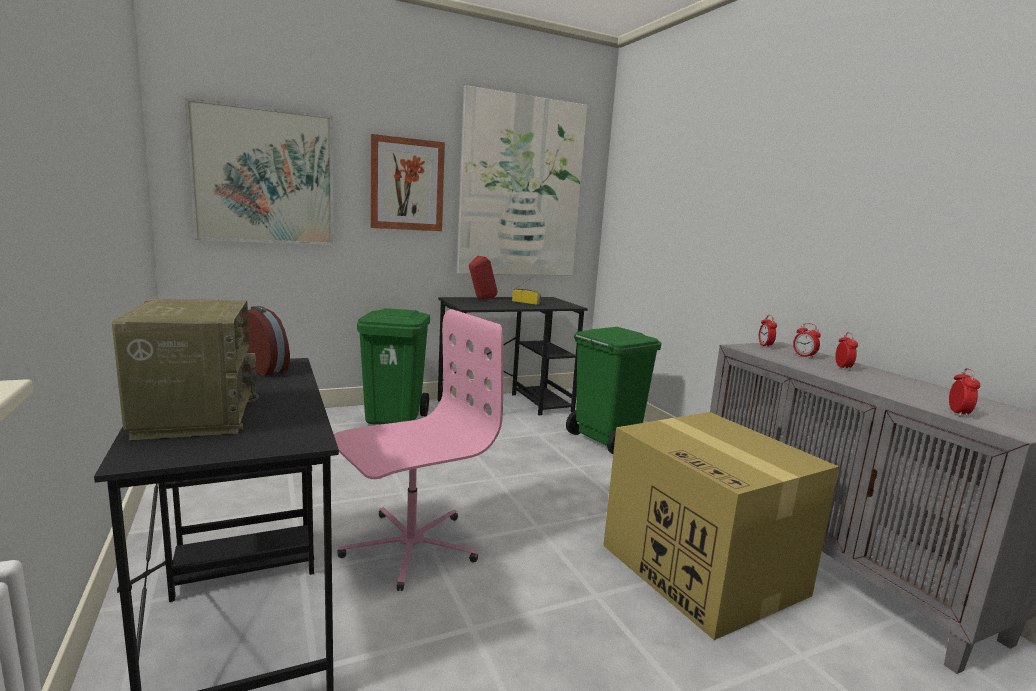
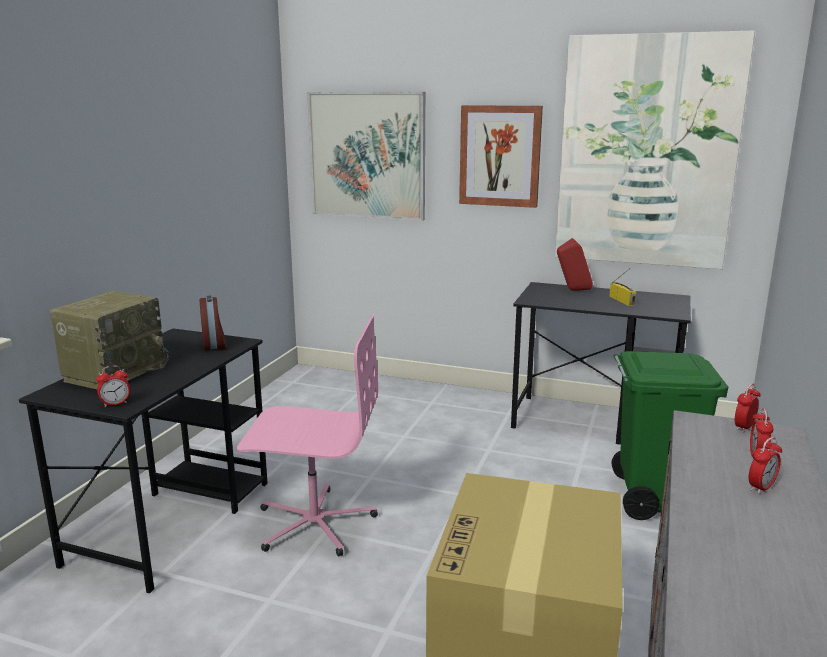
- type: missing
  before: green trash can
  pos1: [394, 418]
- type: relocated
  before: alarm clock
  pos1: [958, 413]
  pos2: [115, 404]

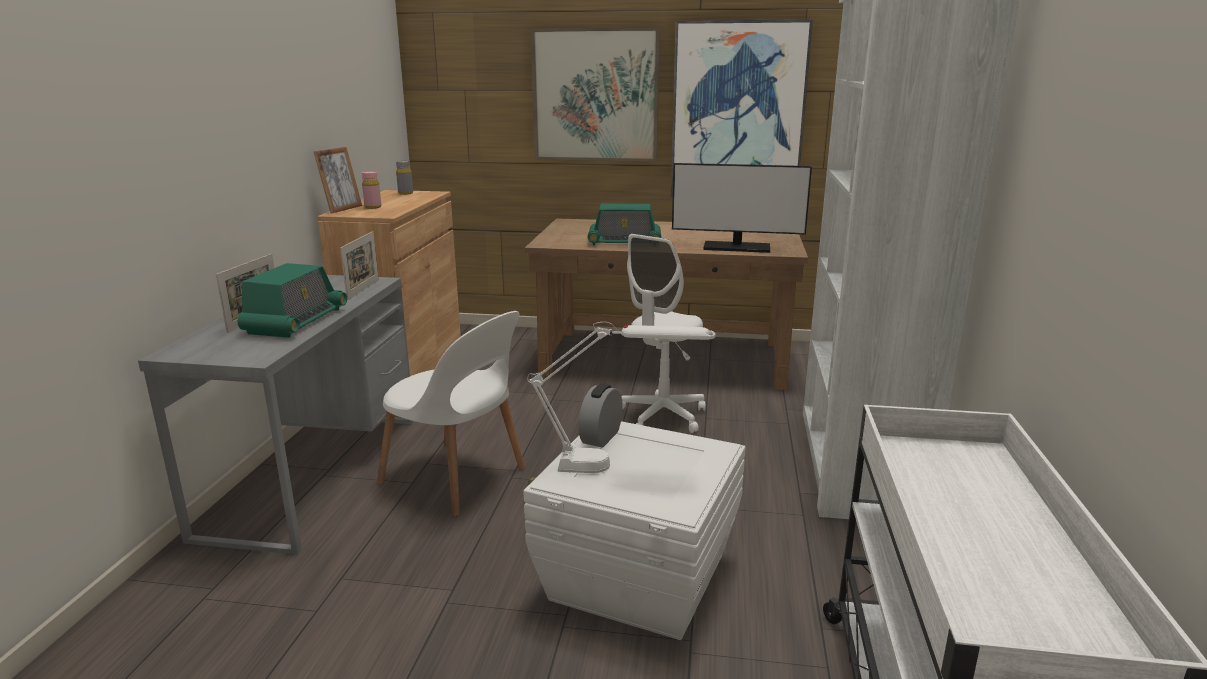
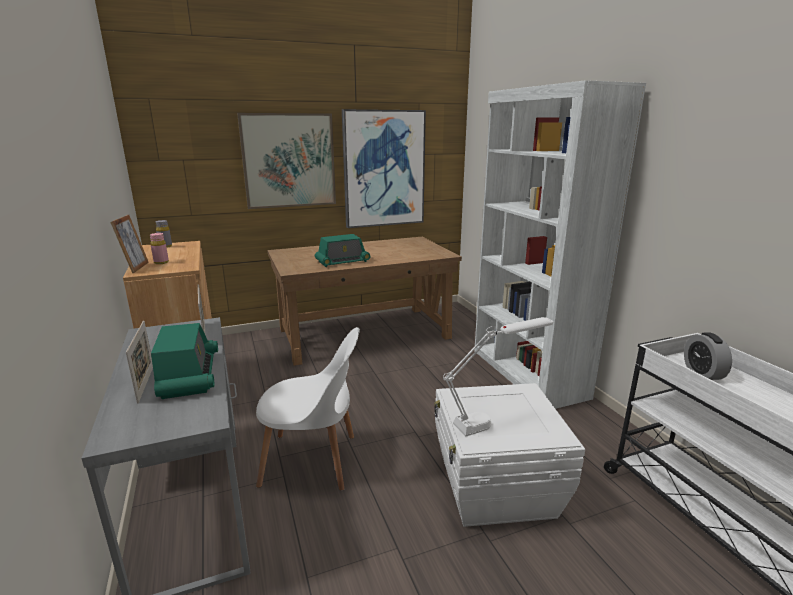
- type: missing
  before: white office chair
  pos1: [662, 416]
- type: missing
  before: monitor
  pos1: [736, 247]
- type: relocated
  before: alarm clock
  pos1: [601, 437]
  pos2: [703, 372]

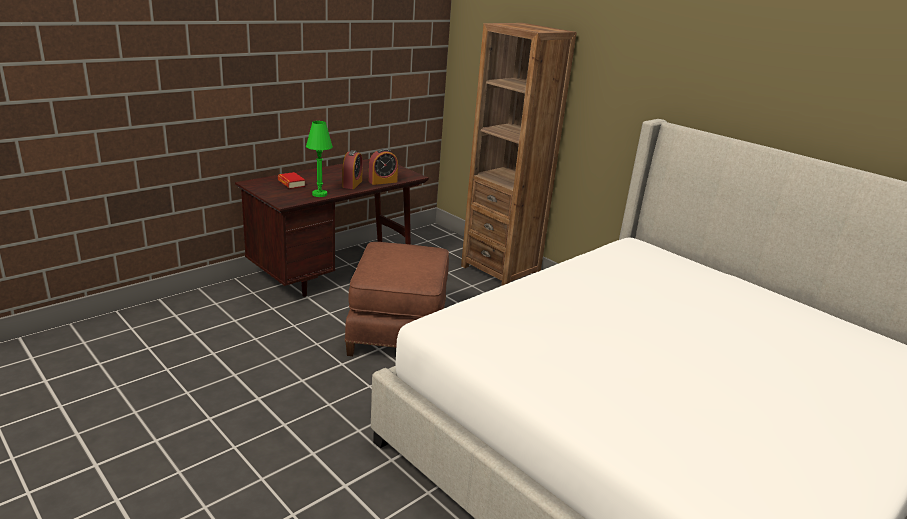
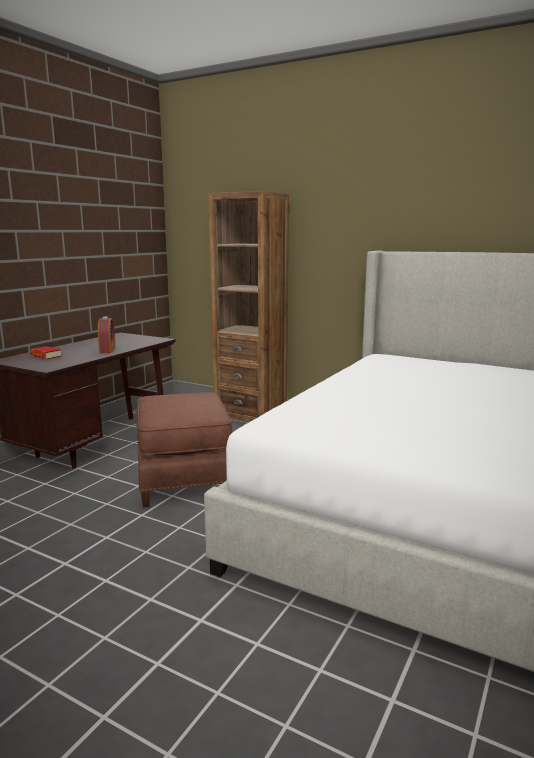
- type: missing
  before: green table lamp
  pos1: [319, 194]
- type: missing
  before: alarm clock
  pos1: [382, 181]

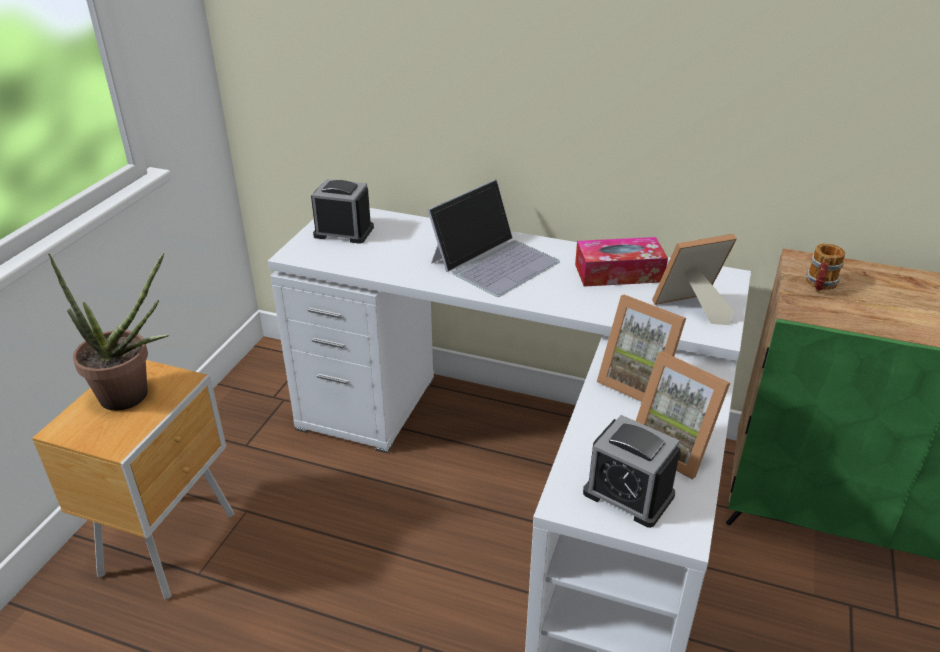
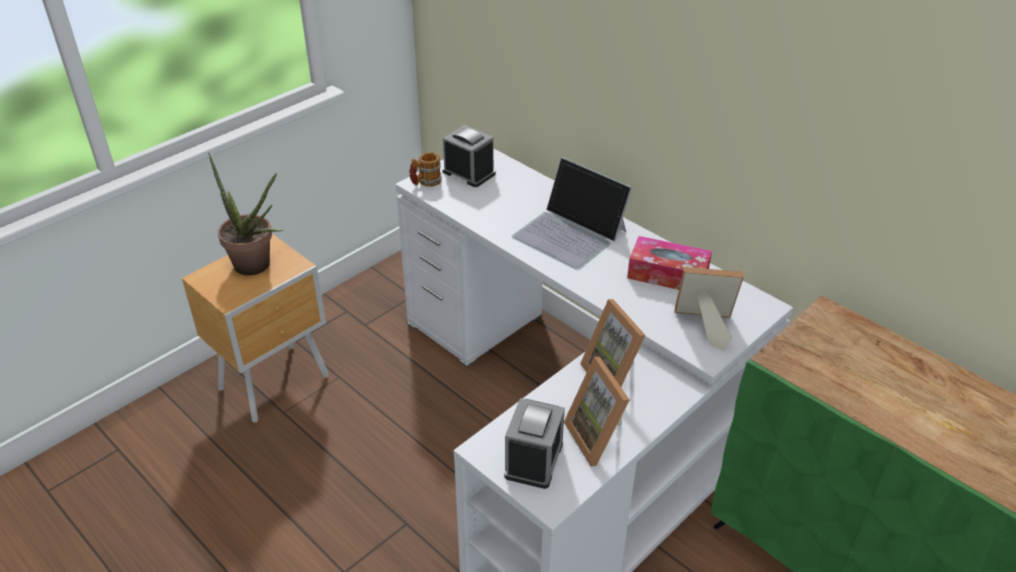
- type: relocated
  before: mug
  pos1: [820, 285]
  pos2: [425, 182]
- type: spun
  before: laptop
  pos1: [494, 261]
  pos2: [570, 233]
  turn: 60
- type: spun
  before: alarm clock
  pos1: [628, 494]
  pos2: [534, 459]
  turn: -135

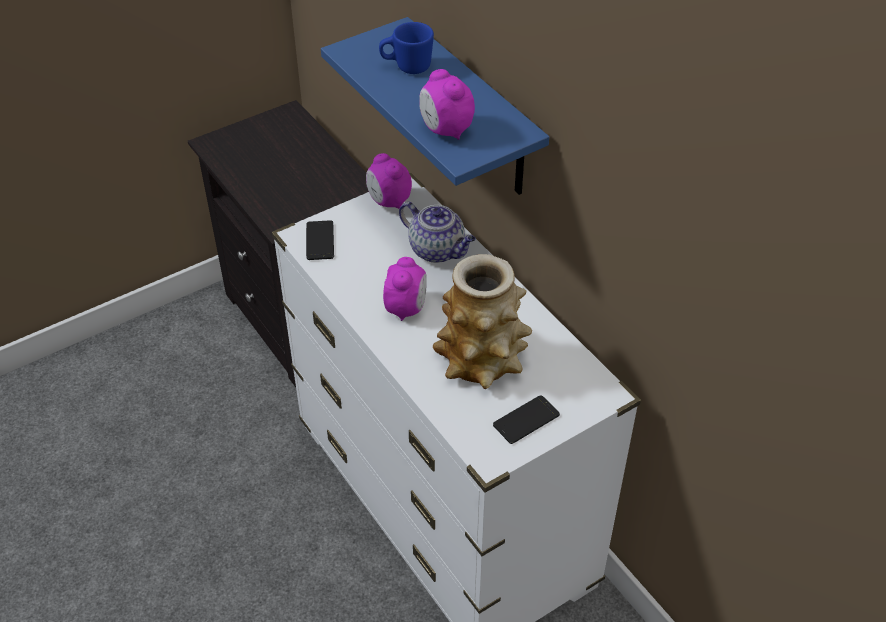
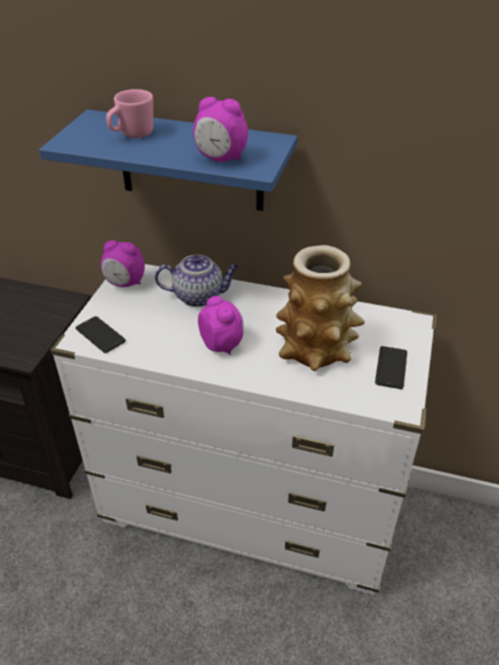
- type: colour
  before: blue mug
  after: pink mug
  pos1: [406, 67]
  pos2: [132, 135]

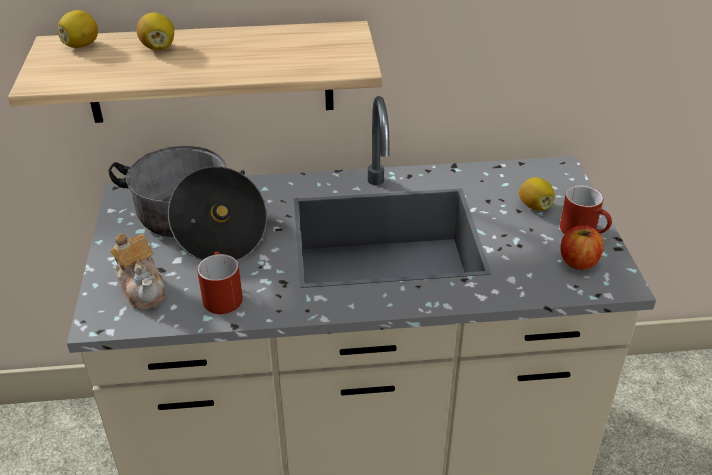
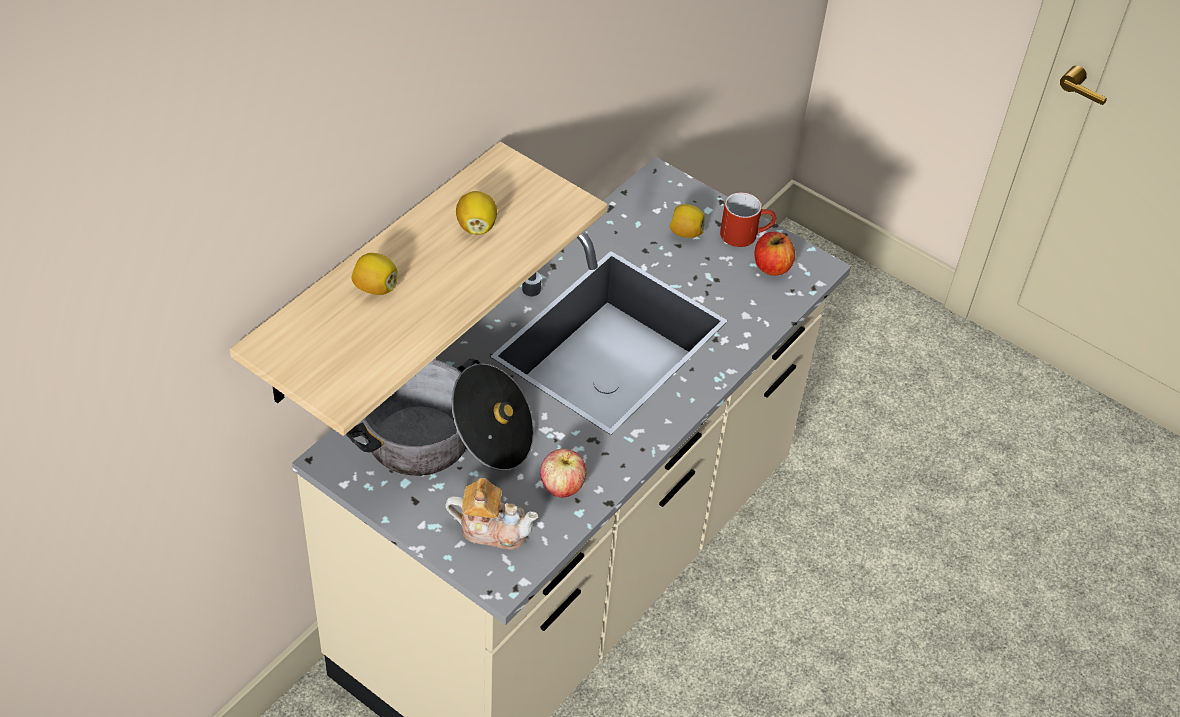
- type: relocated
  before: lemon
  pos1: [81, 45]
  pos2: [476, 226]
- type: exchanged
  before: red mug
  after: apple
  pos1: [220, 295]
  pos2: [562, 487]

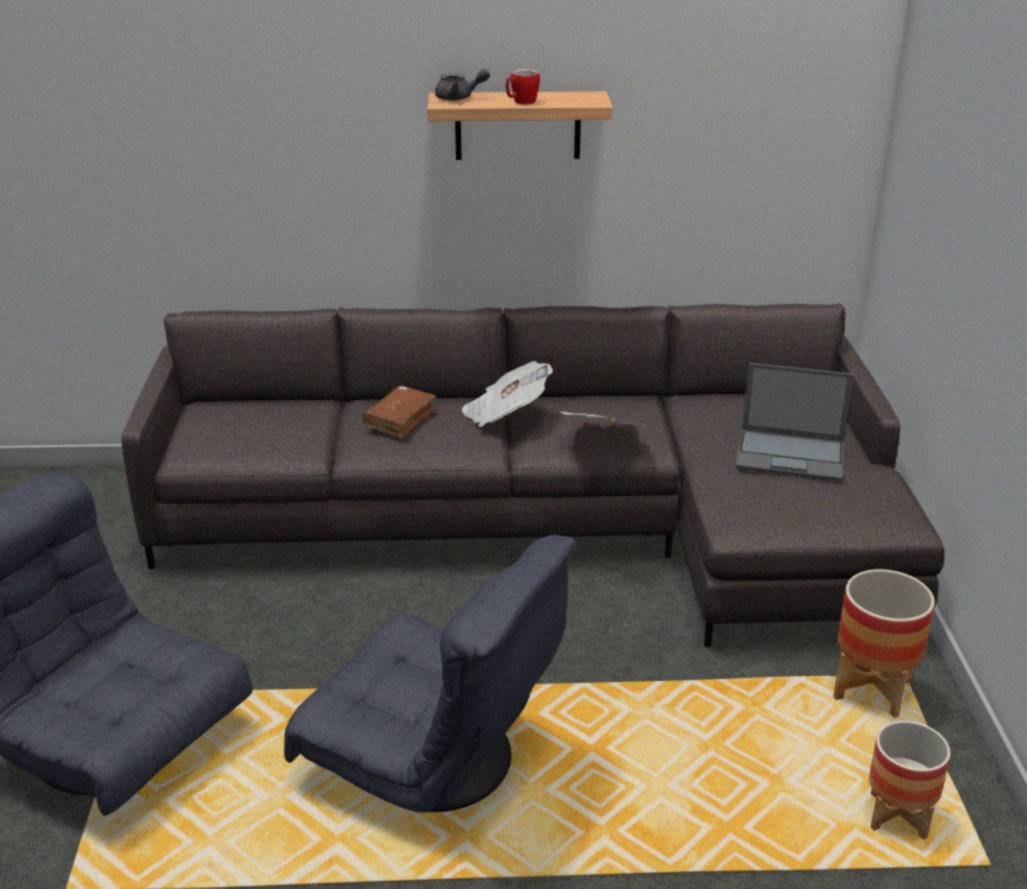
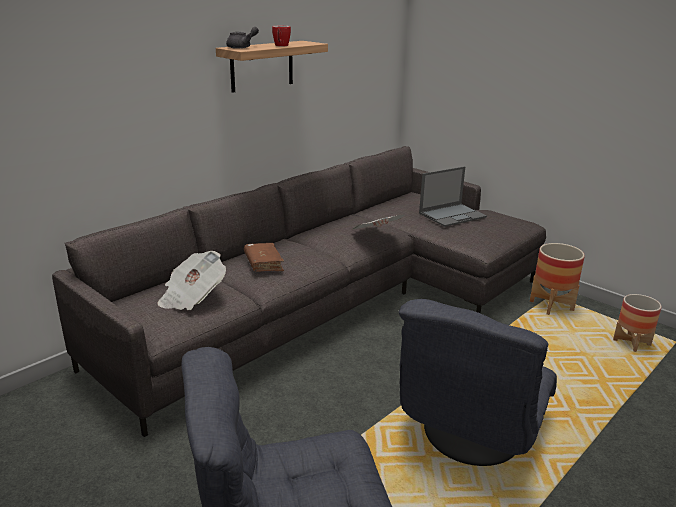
- type: relocated
  before: newspaper
  pos1: [505, 414]
  pos2: [192, 297]
- type: spun
  before: grey armchair
  pos1: [434, 763]
  pos2: [469, 432]
  turn: 135

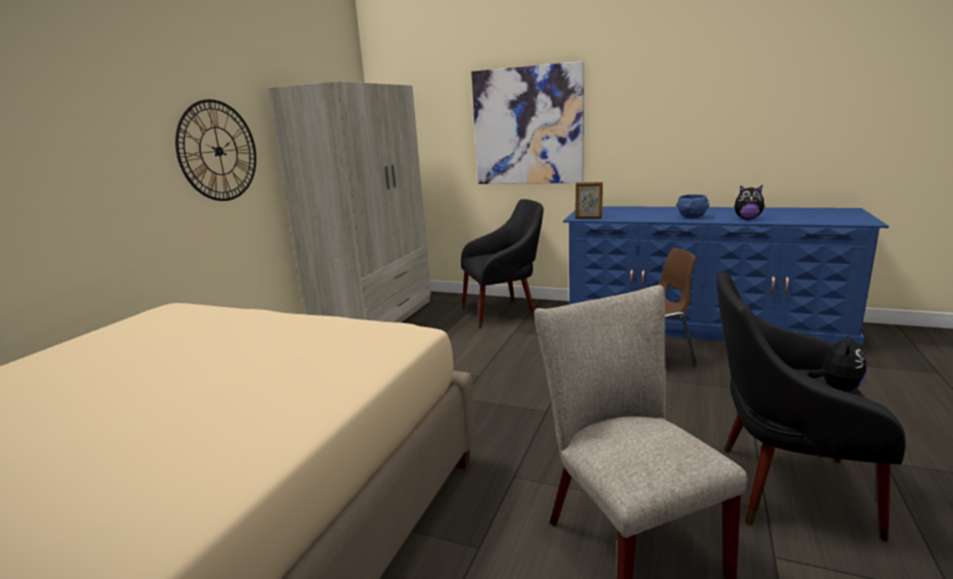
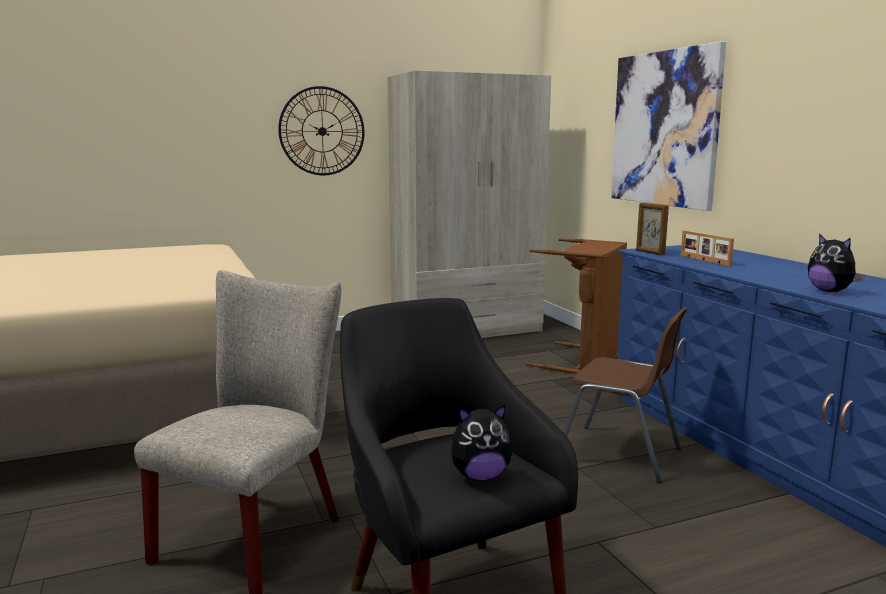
- type: missing
  before: blue bowl
  pos1: [691, 217]
- type: appeared
  after: picture frame
  pos2: [704, 260]
- type: exchanged
  before: black armchair
  after: brown laundry basket
  pos1: [503, 312]
  pos2: [585, 361]

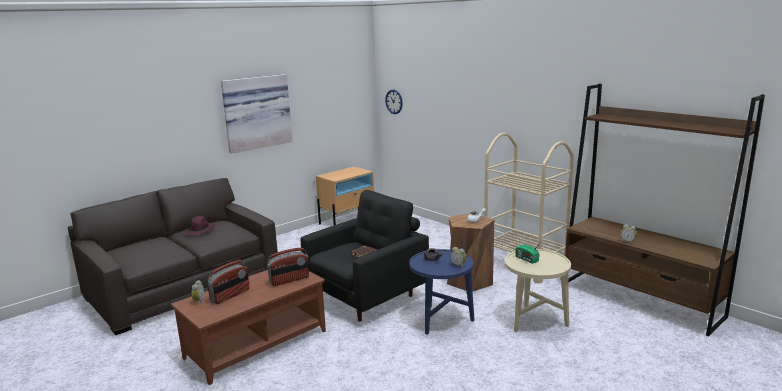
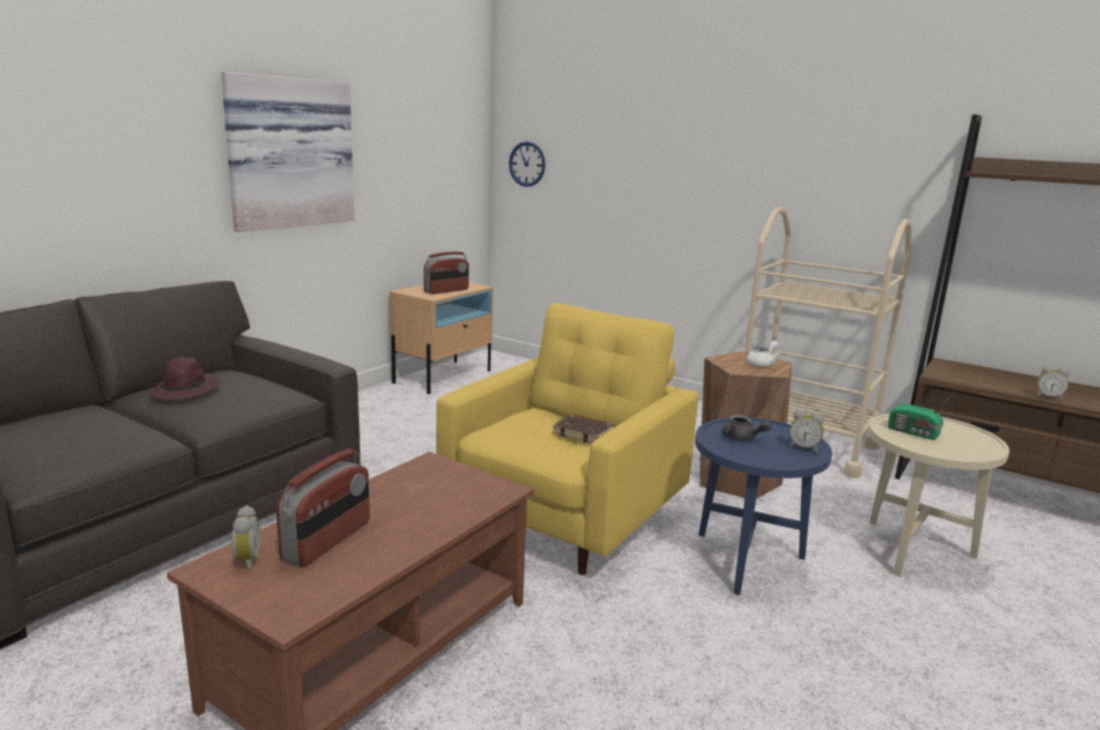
- type: relocated
  before: radio
  pos1: [289, 280]
  pos2: [446, 291]
- type: colour
  before: black armchair
  after: yellow armchair
  pos1: [368, 296]
  pos2: [567, 519]

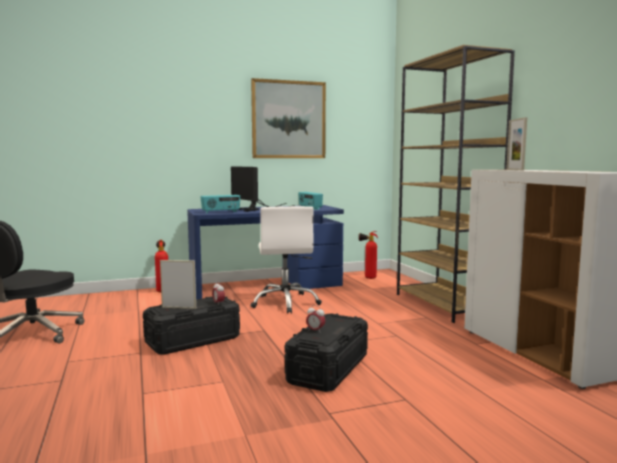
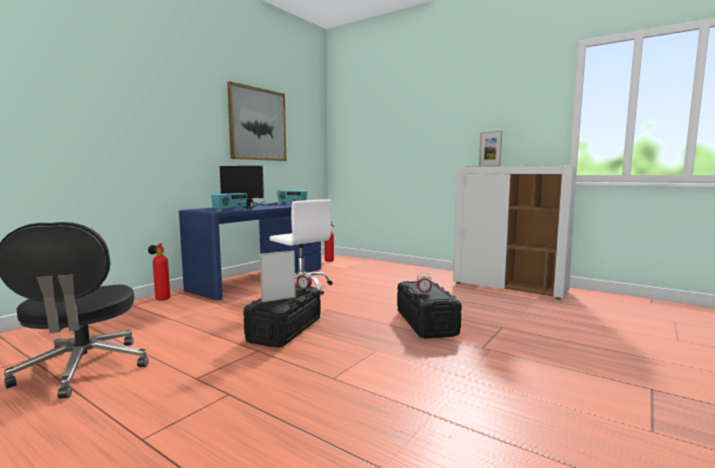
- type: missing
  before: brown bookcase
  pos1: [445, 305]

